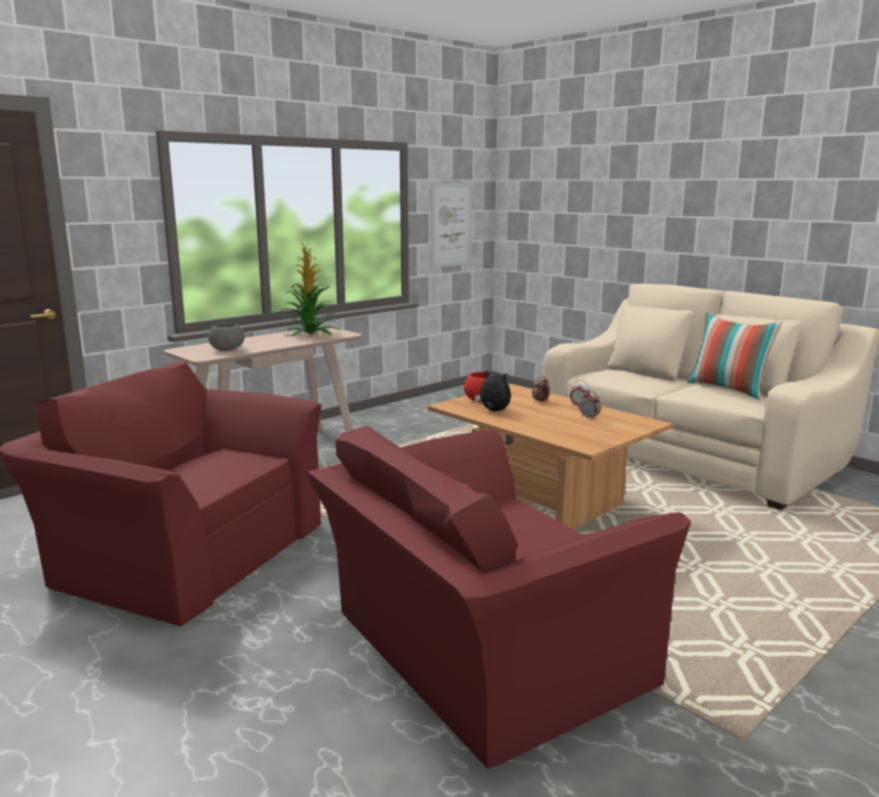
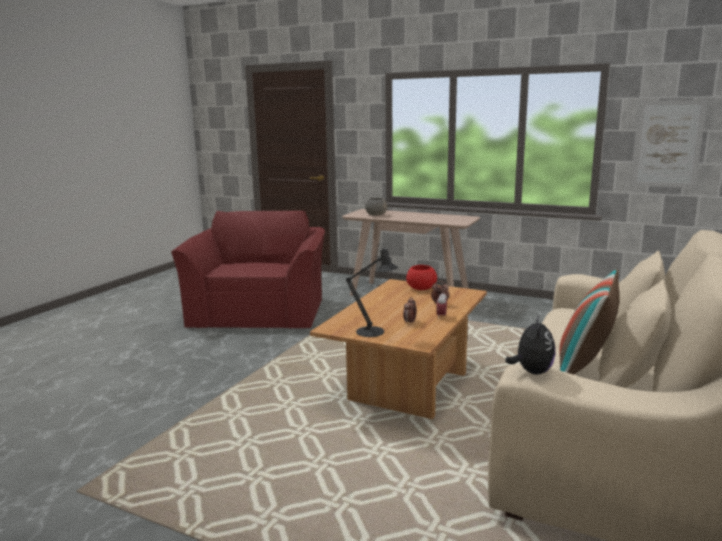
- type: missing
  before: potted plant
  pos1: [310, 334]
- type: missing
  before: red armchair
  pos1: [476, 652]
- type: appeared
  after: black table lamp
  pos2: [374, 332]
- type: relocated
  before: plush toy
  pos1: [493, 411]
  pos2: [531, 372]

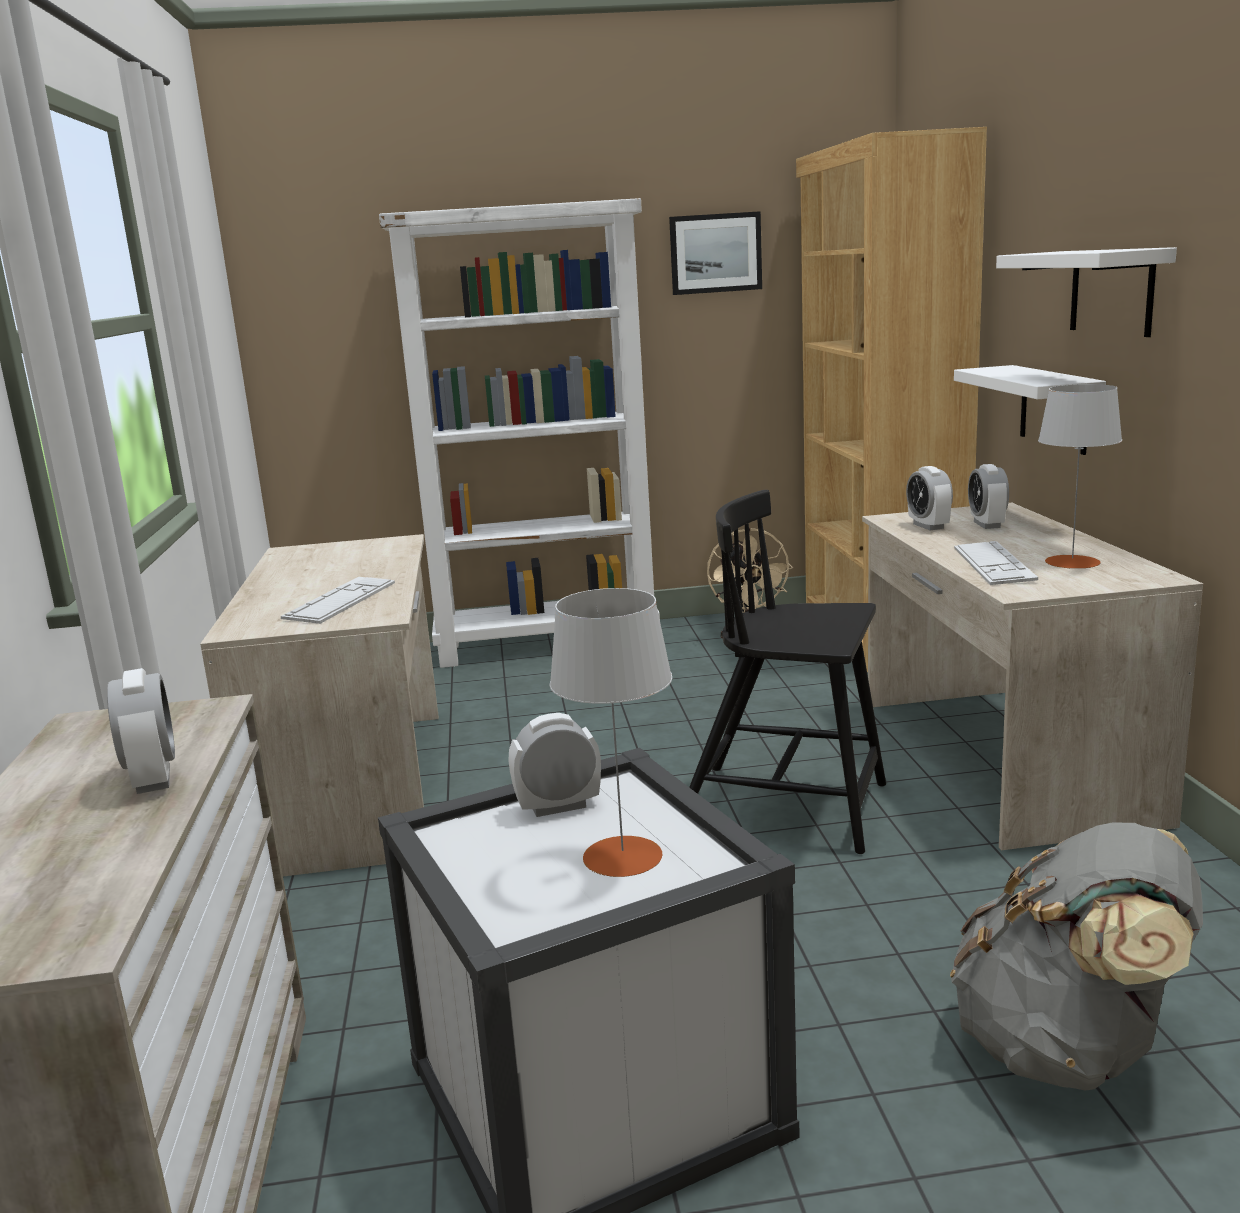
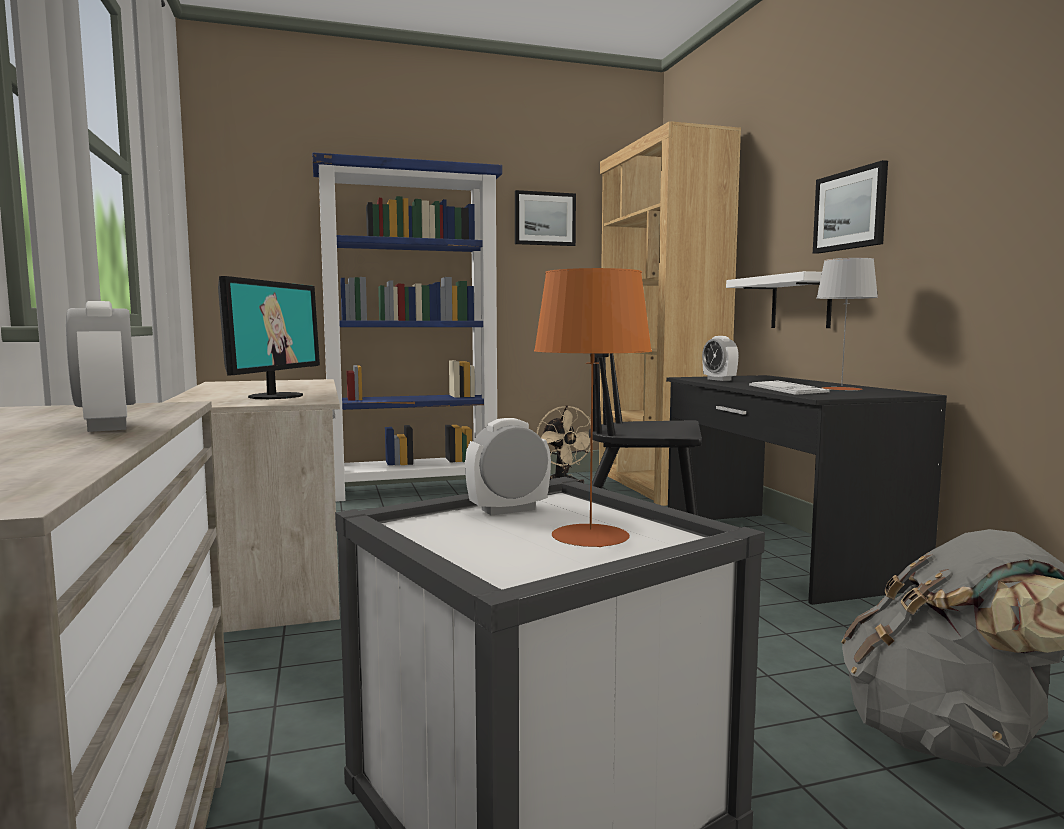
- type: missing
  before: alarm clock
  pos1: [987, 524]
- type: exchanged
  before: keyboard
  after: monitor
  pos1: [340, 601]
  pos2: [274, 396]
- type: exchanged
  before: white shelf
  after: picture
  pos1: [1111, 291]
  pos2: [850, 210]
- type: colour
  before: white bookcase
  after: blue bookcase
  pos1: [548, 644]
  pos2: [414, 489]
- type: colour
  before: grey table lamp
  after: orange table lamp
  pos1: [623, 856]
  pos2: [590, 535]
- type: colour
  before: beige desk
  after: black desk
  pos1: [999, 759]
  pos2: [778, 551]

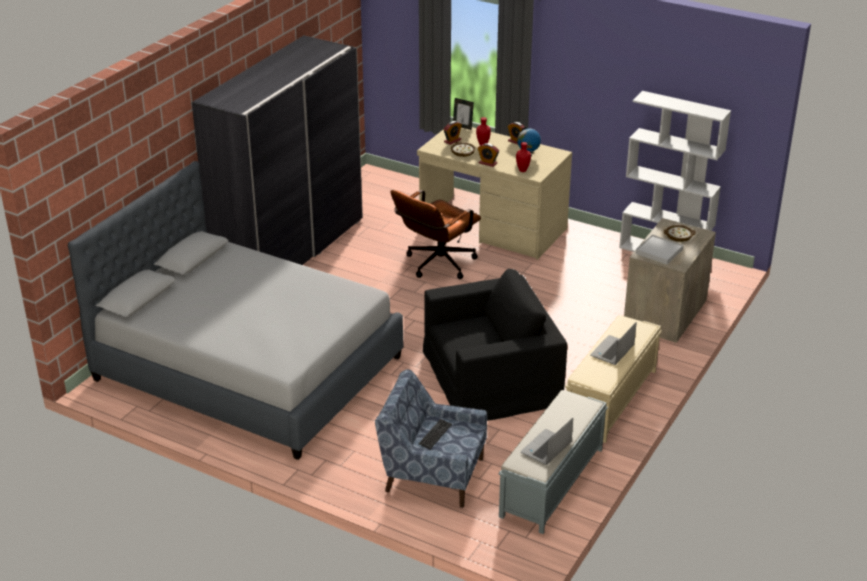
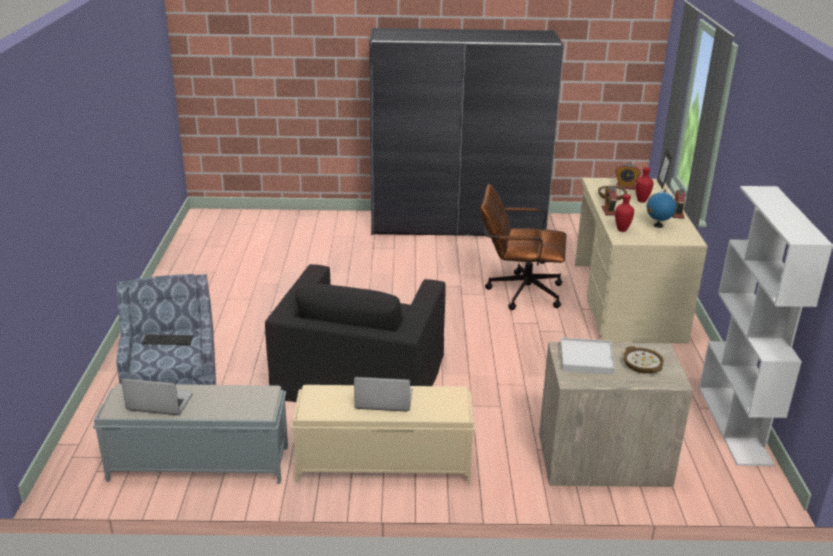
- type: missing
  before: grey bed
  pos1: [248, 368]
- type: spun
  before: black armchair
  pos1: [491, 376]
  pos2: [360, 374]
  turn: 60

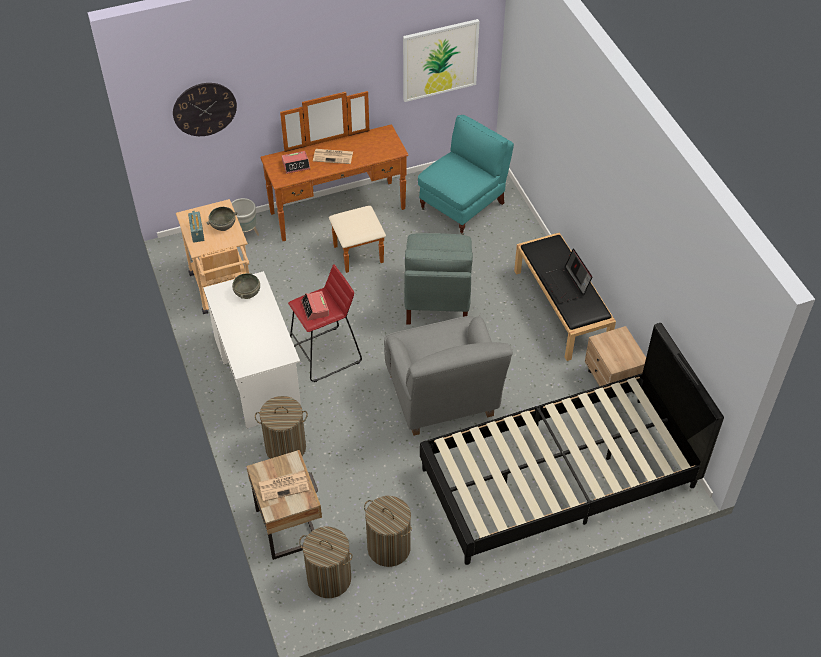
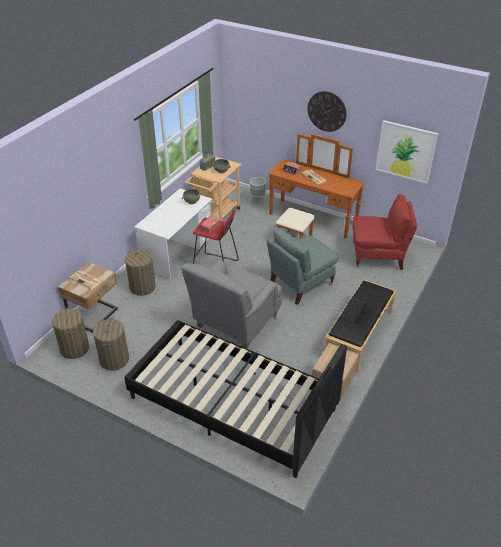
- type: relocated
  before: wall clock
  pos1: [204, 109]
  pos2: [327, 111]
- type: colour
  before: turquoise armchair
  after: red armchair
  pos1: [463, 206]
  pos2: [378, 256]

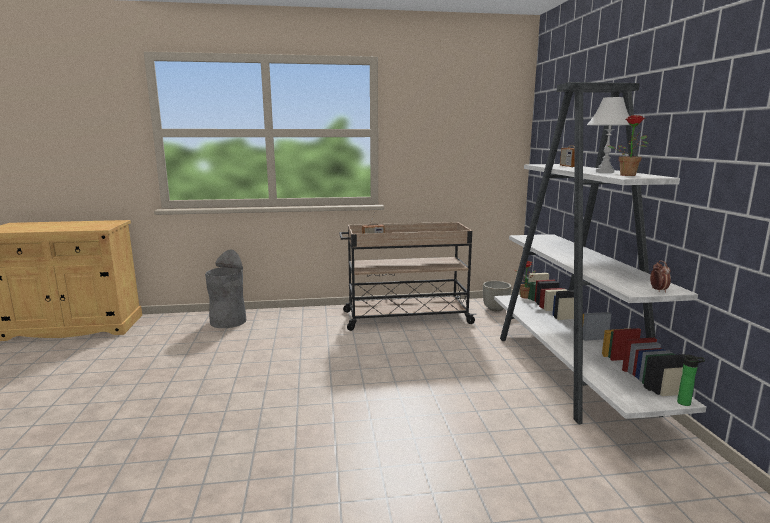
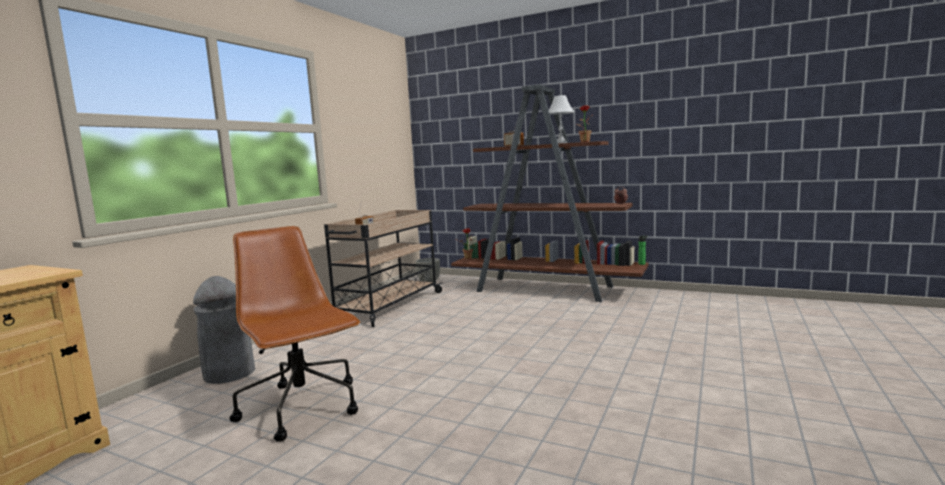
- type: appeared
  after: brown office chair
  pos2: [302, 408]
- type: colour
  before: white bookcase
  after: brown bookcase
  pos1: [570, 373]
  pos2: [546, 289]

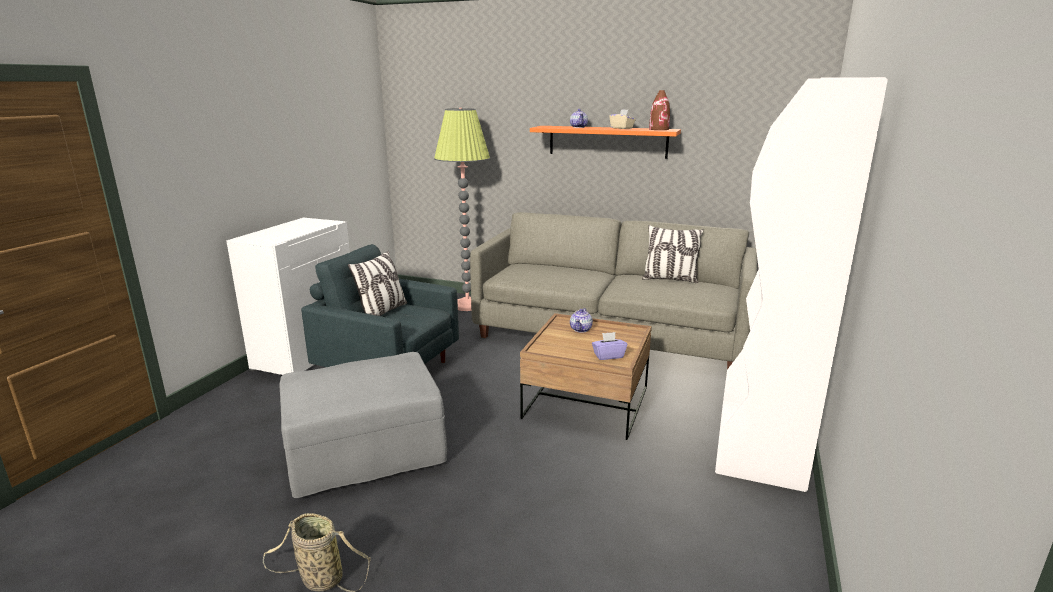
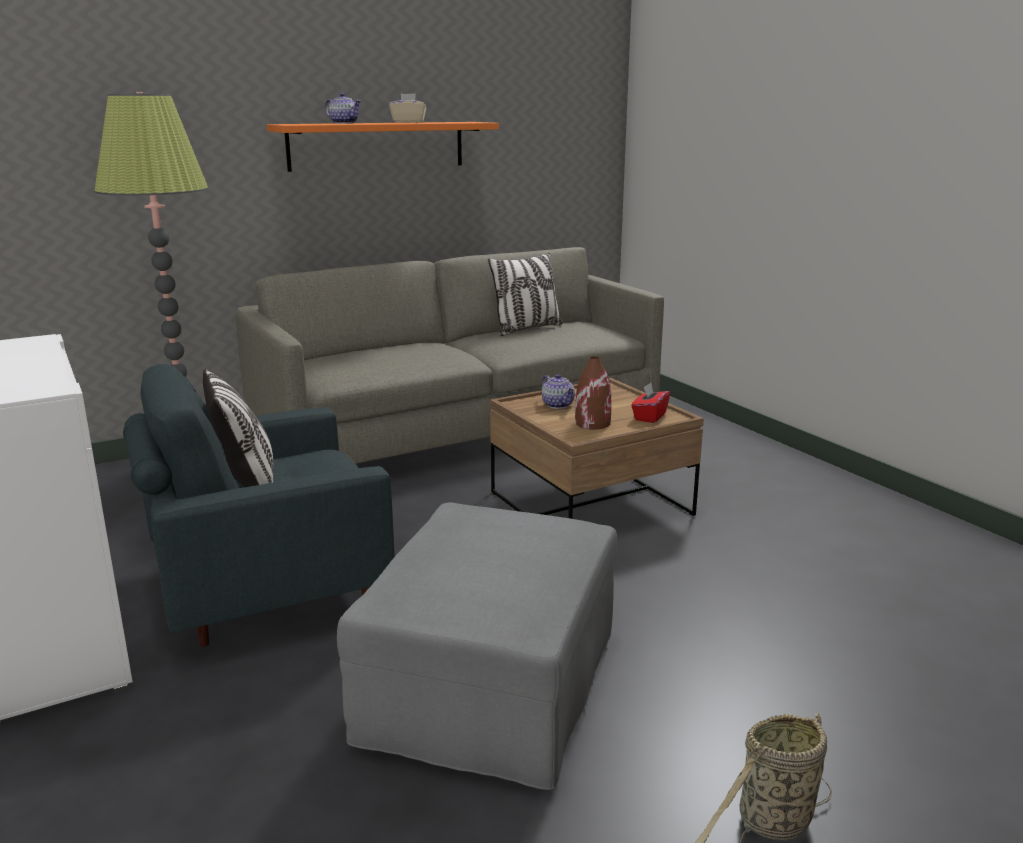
- type: missing
  before: white bookcase
  pos1: [760, 444]
- type: relocated
  before: brown vase
  pos1: [659, 129]
  pos2: [592, 423]
- type: colour
  before: purple tissue box
  after: red tissue box
  pos1: [608, 356]
  pos2: [649, 417]

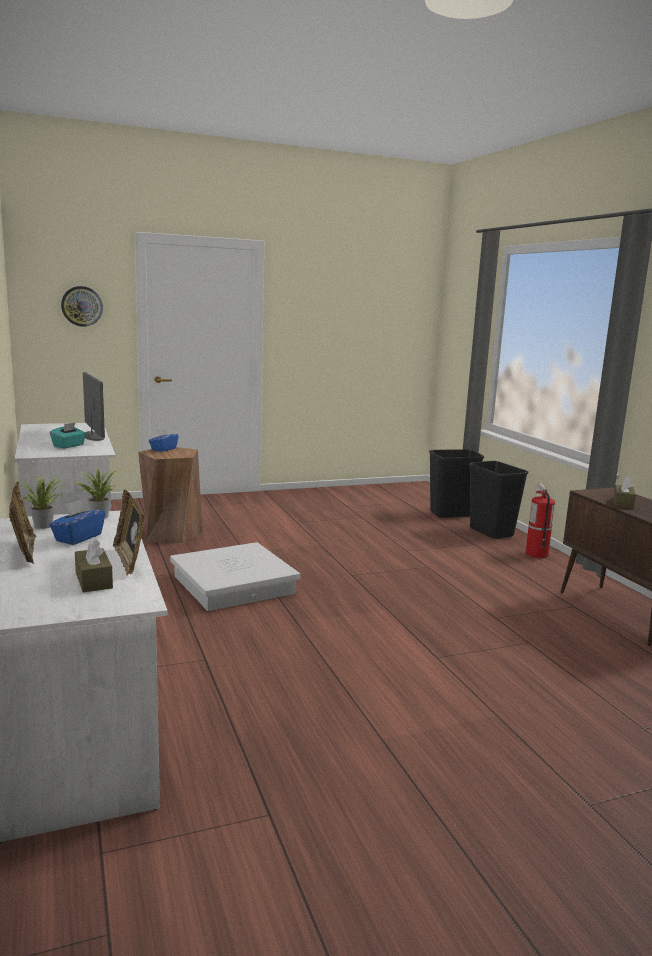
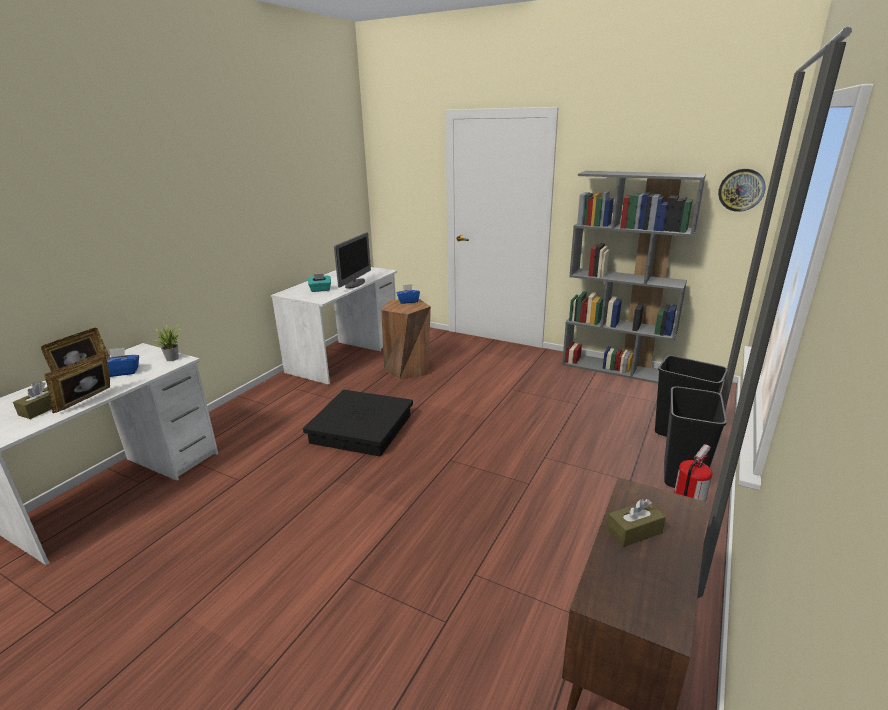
- type: missing
  before: potted plant
  pos1: [45, 525]
- type: appeared
  after: grey bookcase
  pos2: [615, 368]
- type: relocated
  before: wall clock
  pos1: [82, 306]
  pos2: [741, 190]
- type: colour
  before: white storage box
  after: black storage box
  pos1: [234, 584]
  pos2: [362, 429]

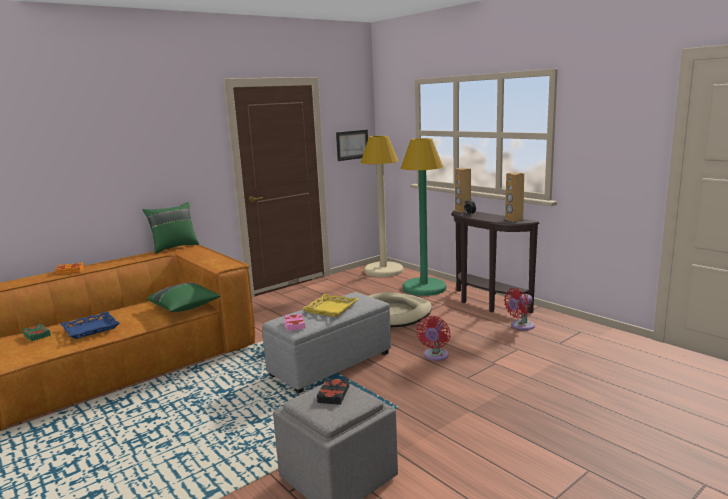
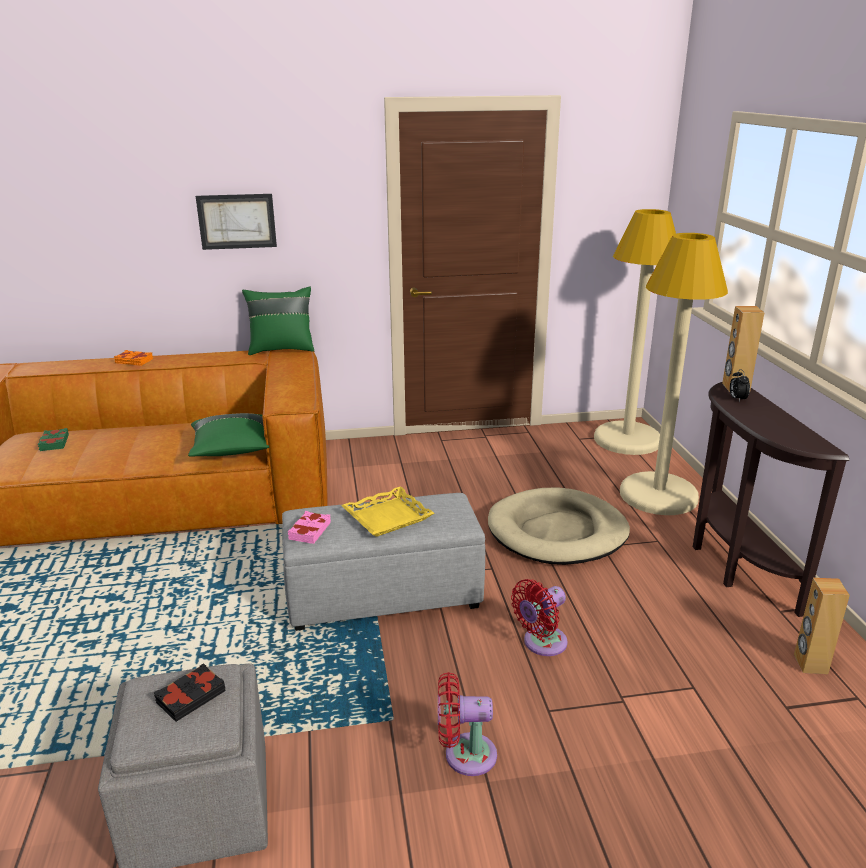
- type: missing
  before: blue tray
  pos1: [91, 329]
- type: relocated
  before: picture
  pos1: [352, 145]
  pos2: [237, 221]
- type: relocated
  before: red fan
  pos1: [520, 326]
  pos2: [464, 754]
- type: relocated
  before: brown speaker
  pos1: [513, 219]
  pos2: [810, 664]
- type: colour
  before: green floor lamp
  after: beige floor lamp
  pos1: [424, 288]
  pos2: [658, 495]

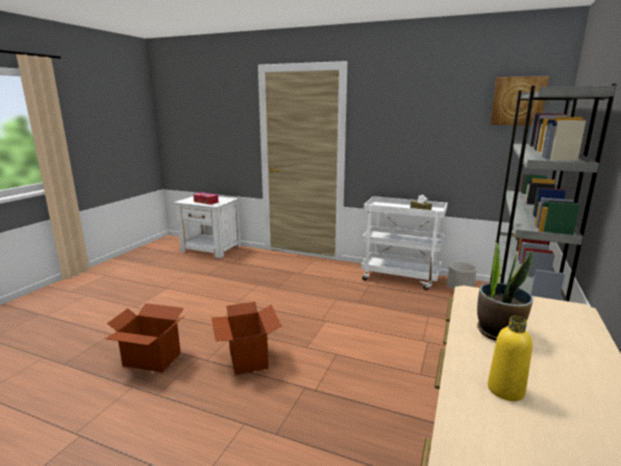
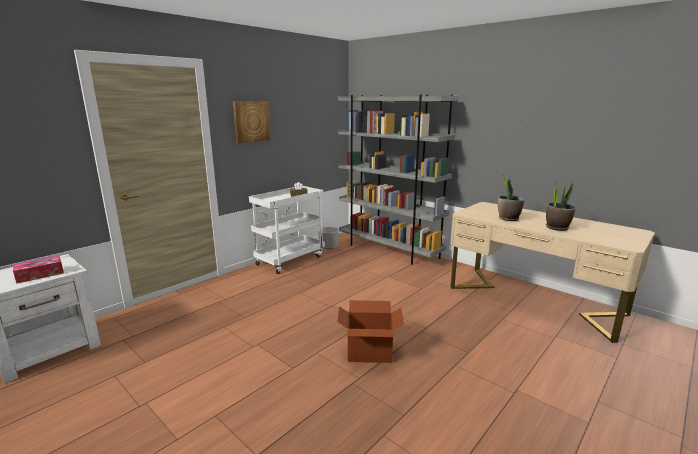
- type: missing
  before: cardboard box
  pos1: [151, 359]
- type: relocated
  before: picture
  pos1: [518, 101]
  pos2: [251, 121]
- type: exchanged
  before: yellow bottle
  after: potted plant
  pos1: [505, 390]
  pos2: [557, 228]

